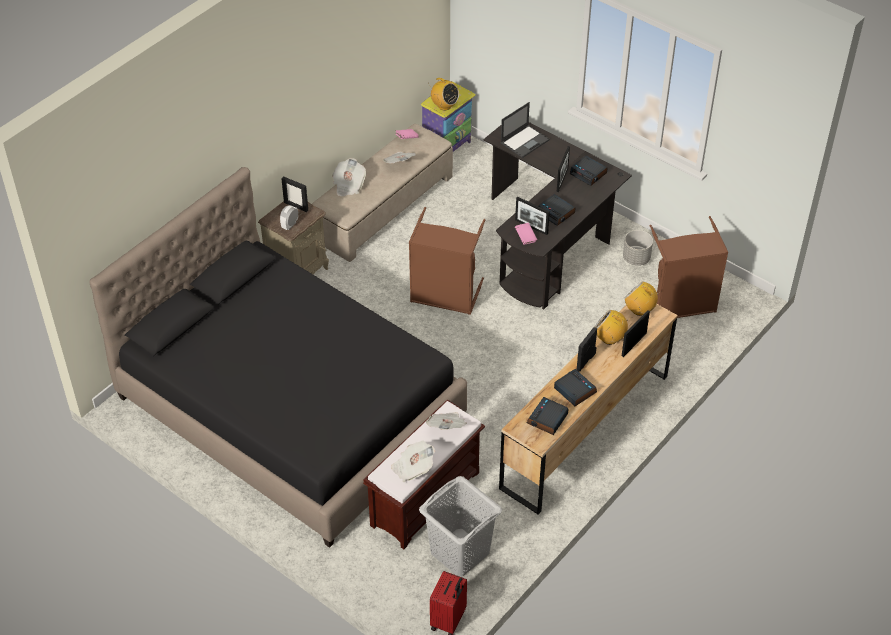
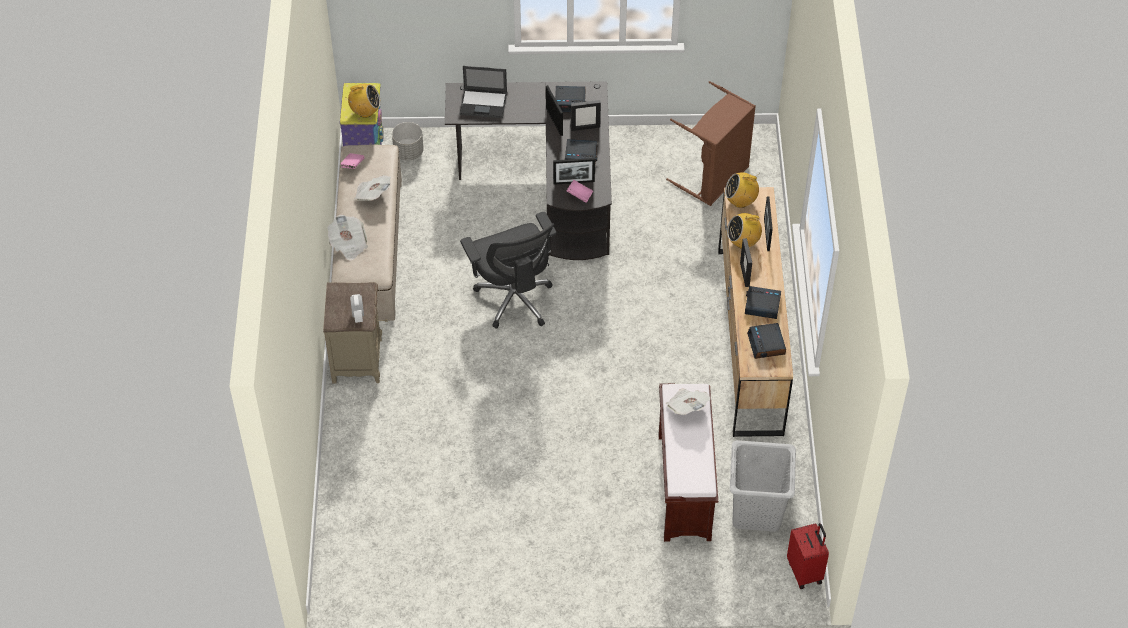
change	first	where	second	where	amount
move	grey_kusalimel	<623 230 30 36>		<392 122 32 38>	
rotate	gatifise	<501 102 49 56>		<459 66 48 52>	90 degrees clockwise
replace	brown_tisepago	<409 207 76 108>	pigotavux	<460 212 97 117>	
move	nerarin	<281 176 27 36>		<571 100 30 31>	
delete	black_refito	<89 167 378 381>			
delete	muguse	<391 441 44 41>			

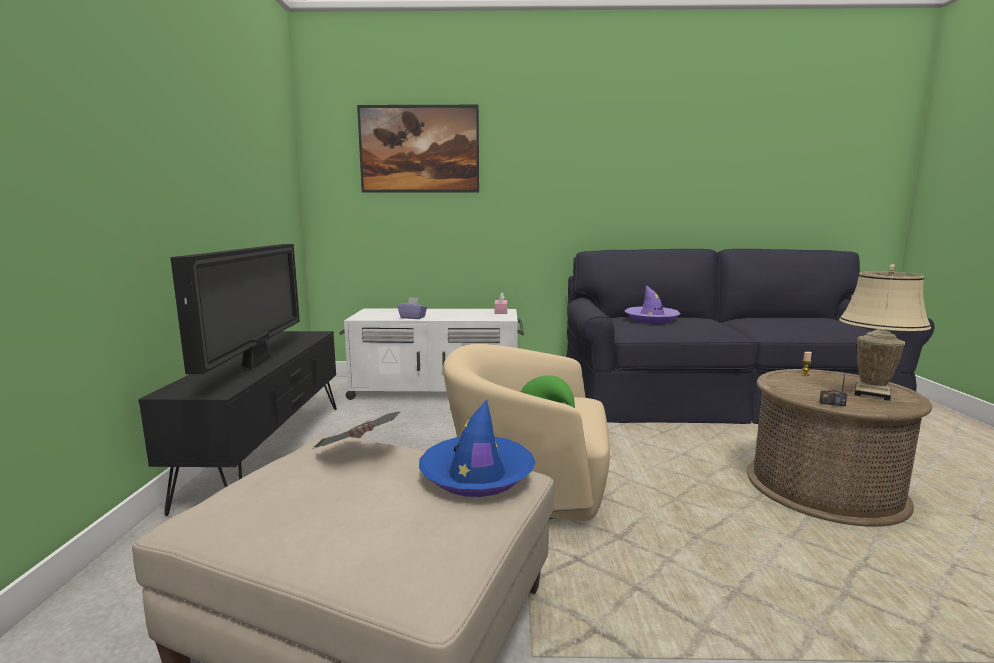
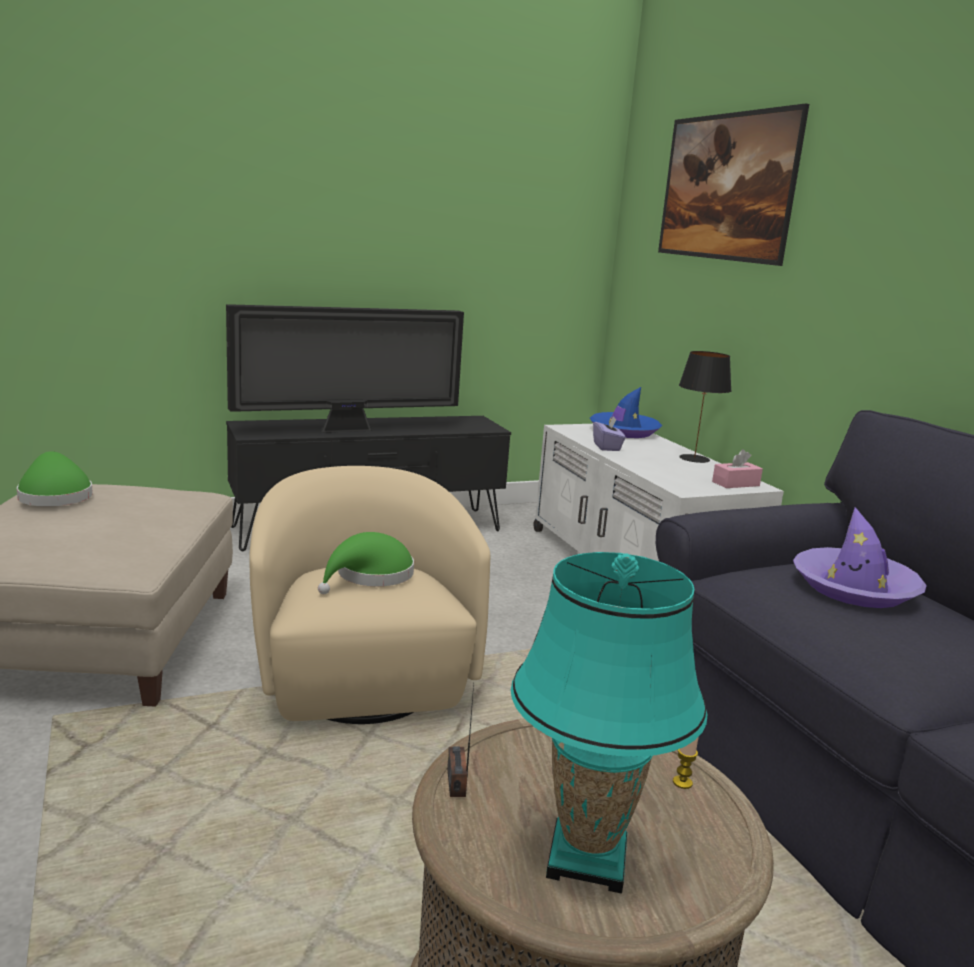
change	first	where	second	where	amount
insert			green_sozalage	<17 451 76 55>	
recolor	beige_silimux	<839 264 92 137>	turquoise_silimux	<511 552 196 342>	
move	blue_sozalage	<419 400 116 97>		<590 387 72 51>	
insert			black_silimux	<679 351 53 112>	
delete	muguse	<312 412 88 37>			

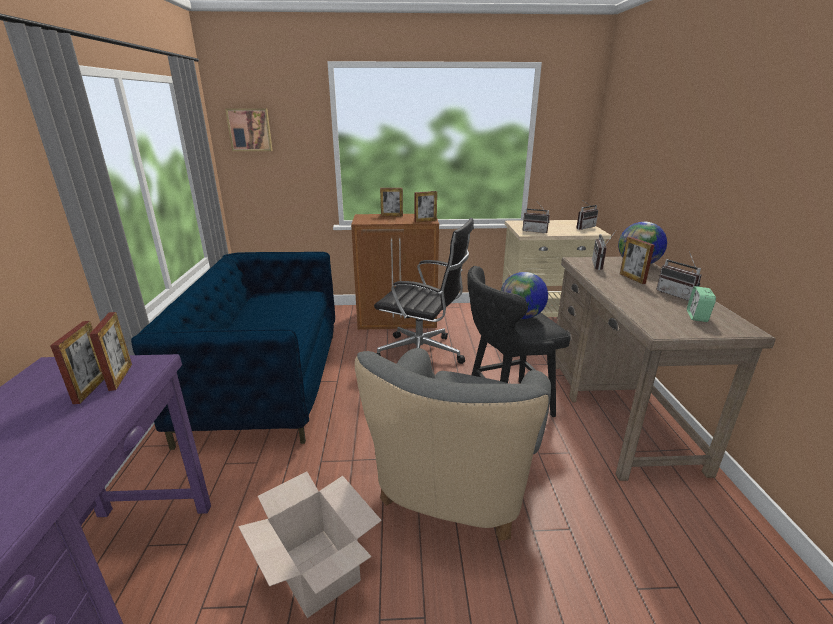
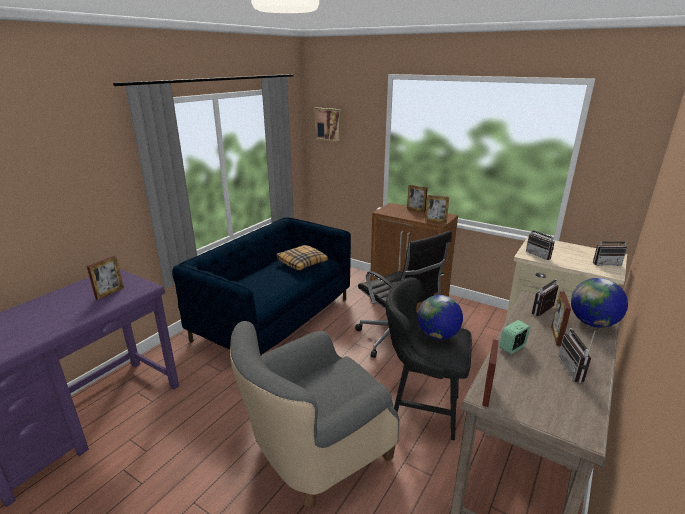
change	first	where	second	where	amount
insert			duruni	<277 245 51 25>	
move	nerarin	<89 312 43 79>		<482 339 17 68>	
move	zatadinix	<687 286 29 36>		<499 320 32 34>	
delete	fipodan	<238 472 144 146>			

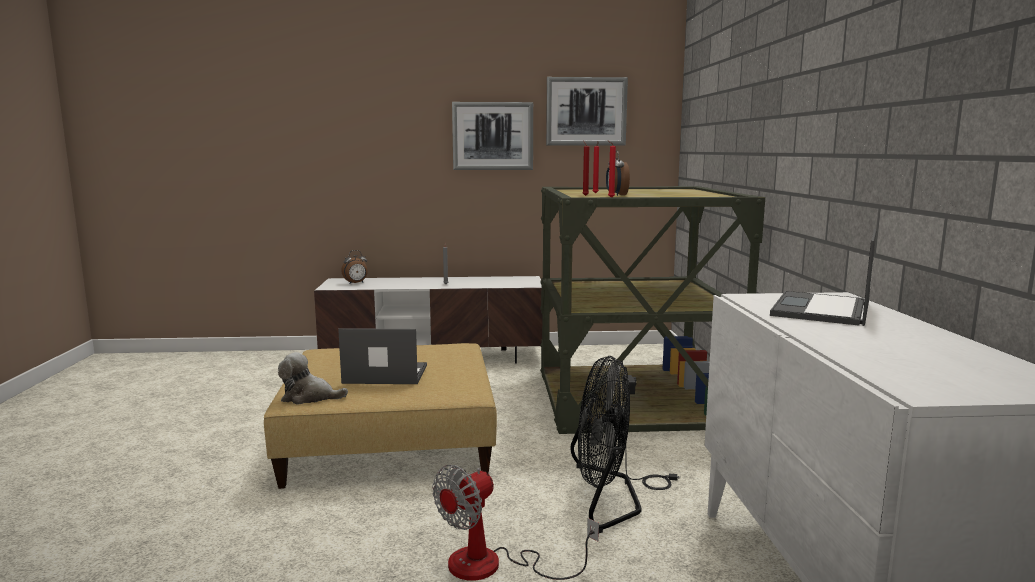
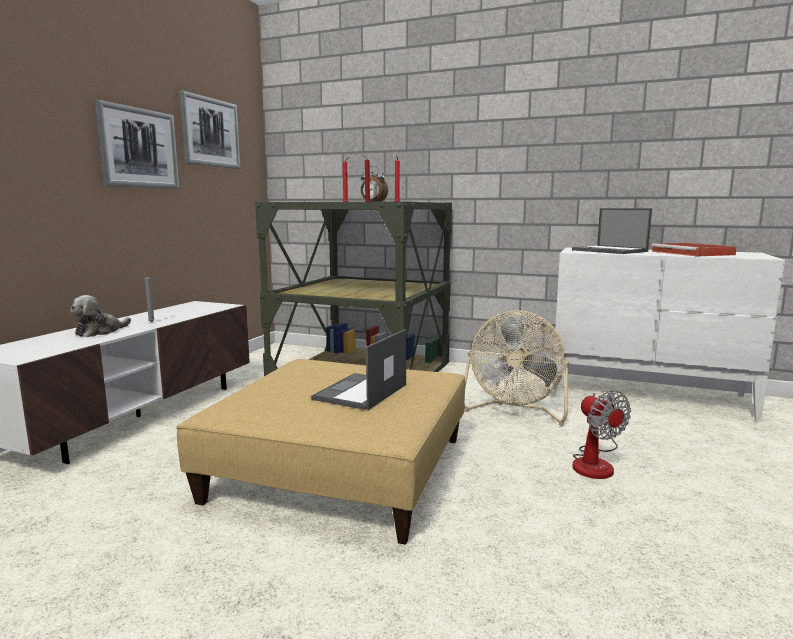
change	first	where	second	where	amount
move	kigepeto	<278 352 70 53>		<70 295 61 42>	
recolor	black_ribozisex	<571 356 109 177>	beige_ribozisex	<464 310 105 116>	
insert			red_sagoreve	<651 243 86 13>	
delete	zatadinix	<341 250 27 34>			

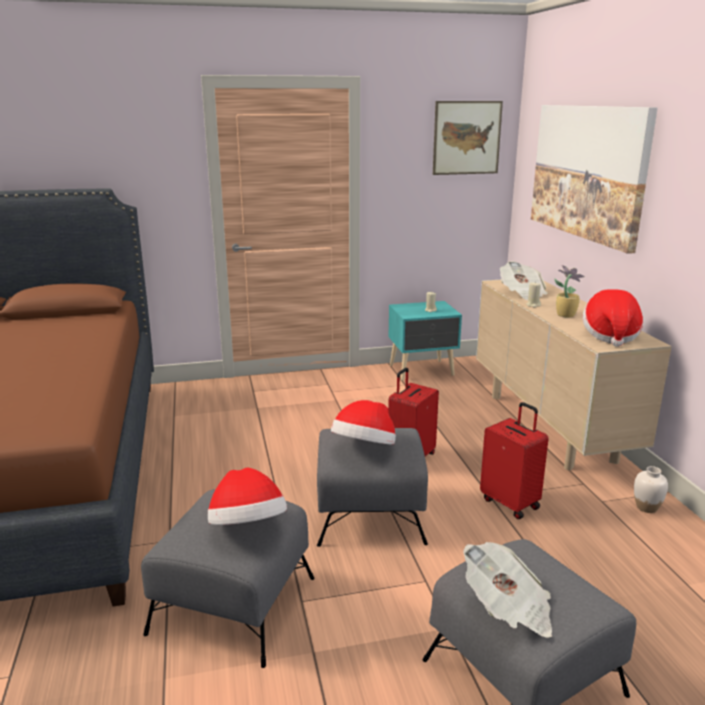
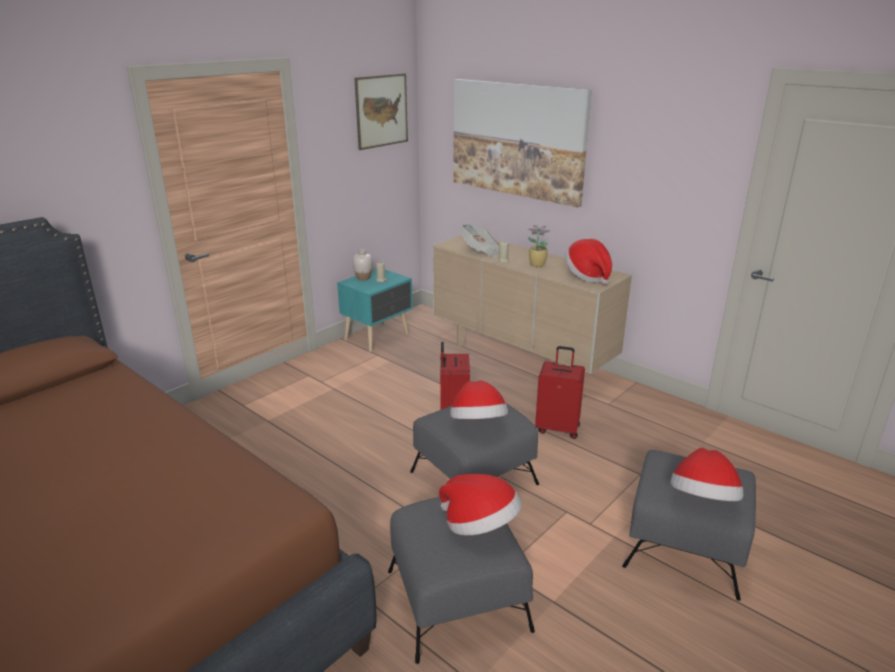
change	first	where	second	where	amount
move	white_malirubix	<634 466 34 47>		<352 249 21 31>	
replace	muguse	<463 542 89 96>	sozalage	<670 448 73 53>	

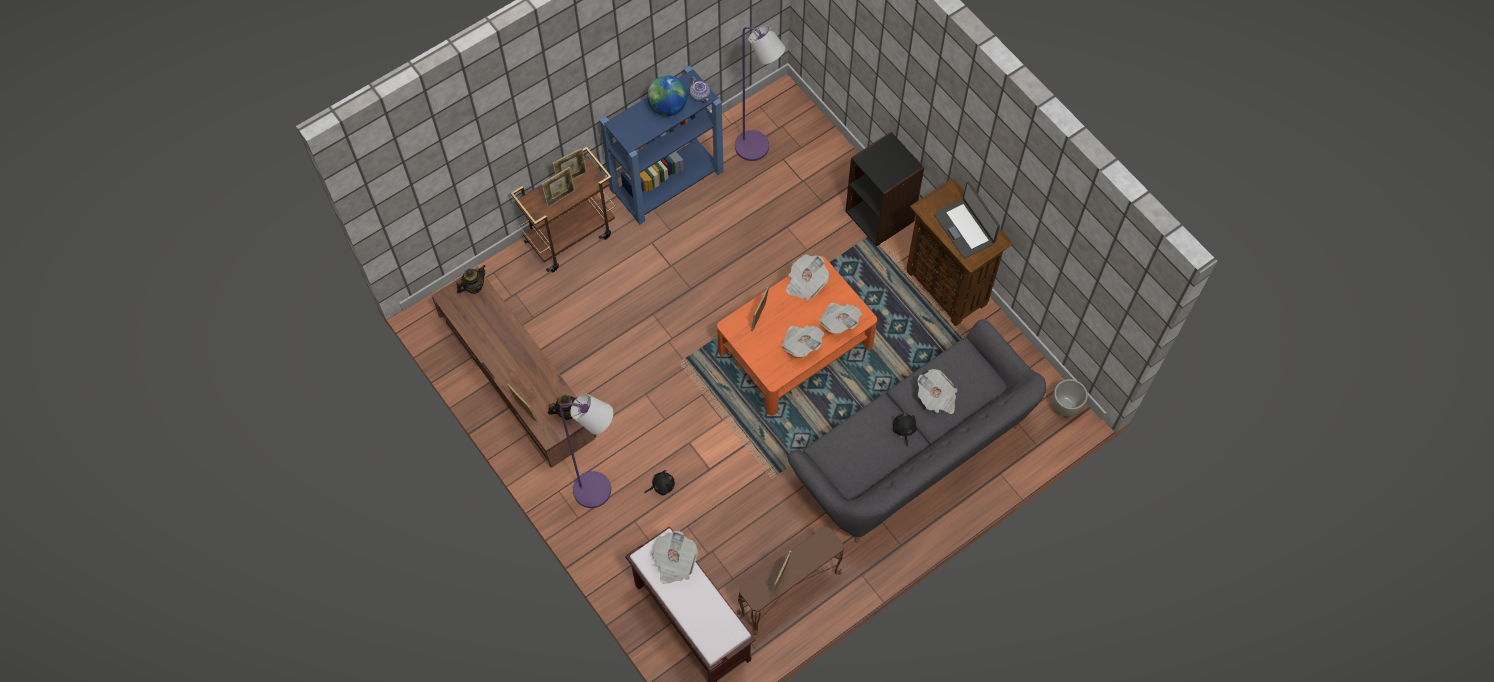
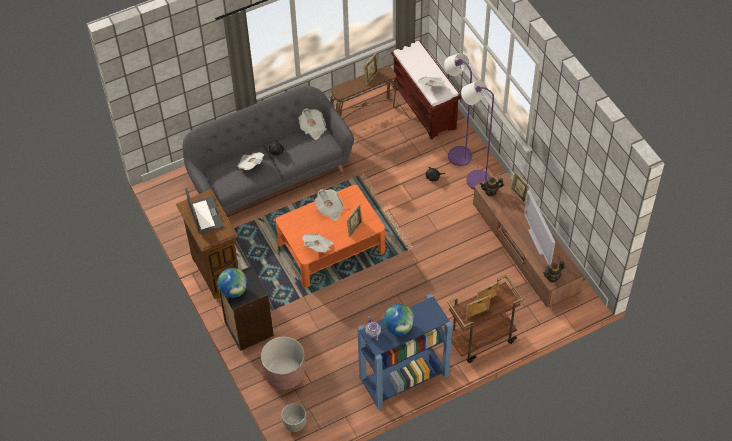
change	first	where	second	where	amount
insert			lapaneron	<218 268 30 30>	
insert			brown_kusalimel	<261 336 44 54>	
move	grey_kusalimel	<1052 379 36 38>		<281 403 25 29>	
move	muguse	<818 302 44 32>		<298 108 29 32>	
move	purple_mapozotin	<735 25 50 136>		<444 53 28 113>	
insert			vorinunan	<524 190 31 75>	

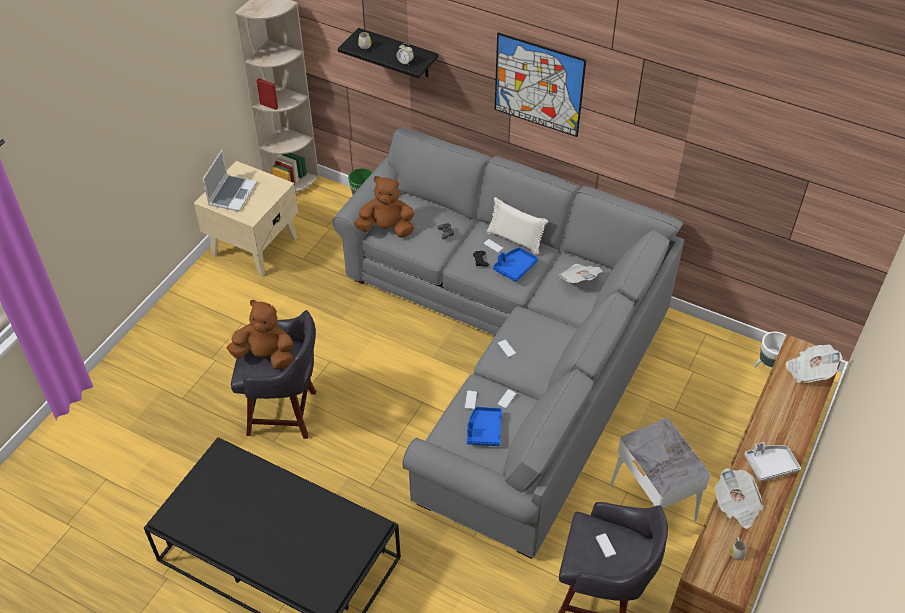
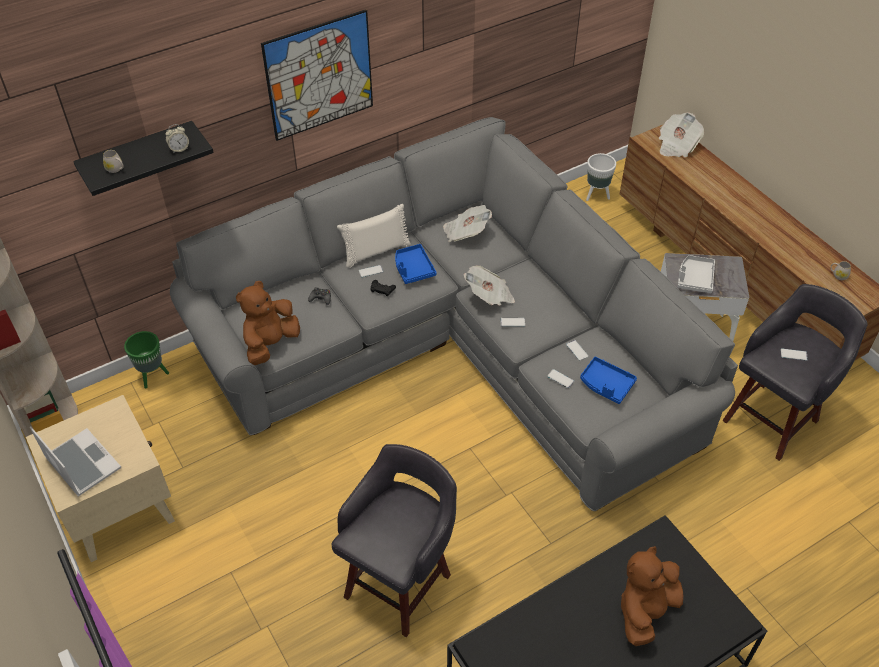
change	first	where	second	where	amount
move	muguse	<715 468 49 61>		<464 265 51 41>	
move	brown_kigepeto	<227 300 66 69>		<621 546 62 100>	
move	grey_sagoreve	<744 442 57 40>		<678 255 37 38>	

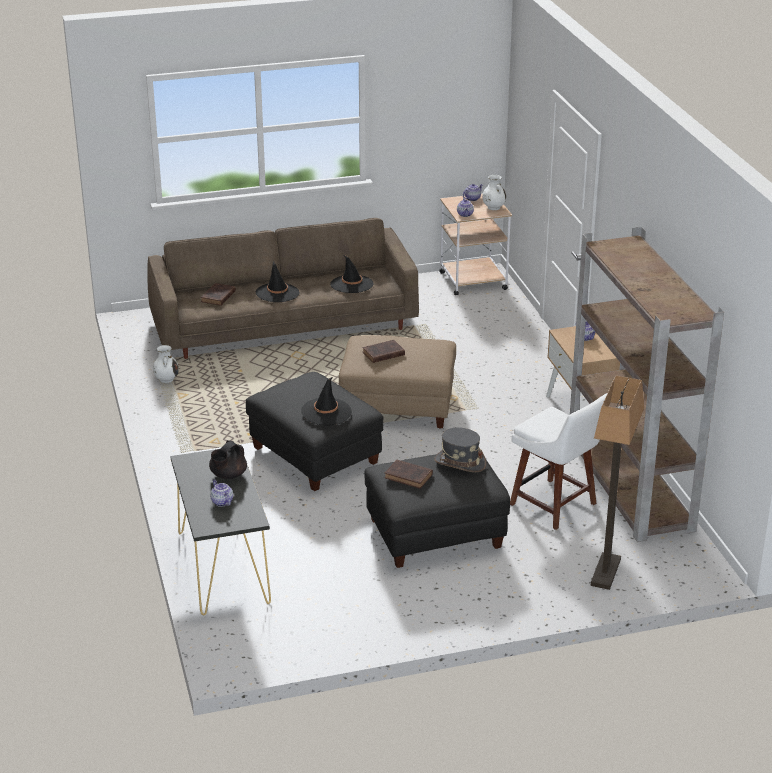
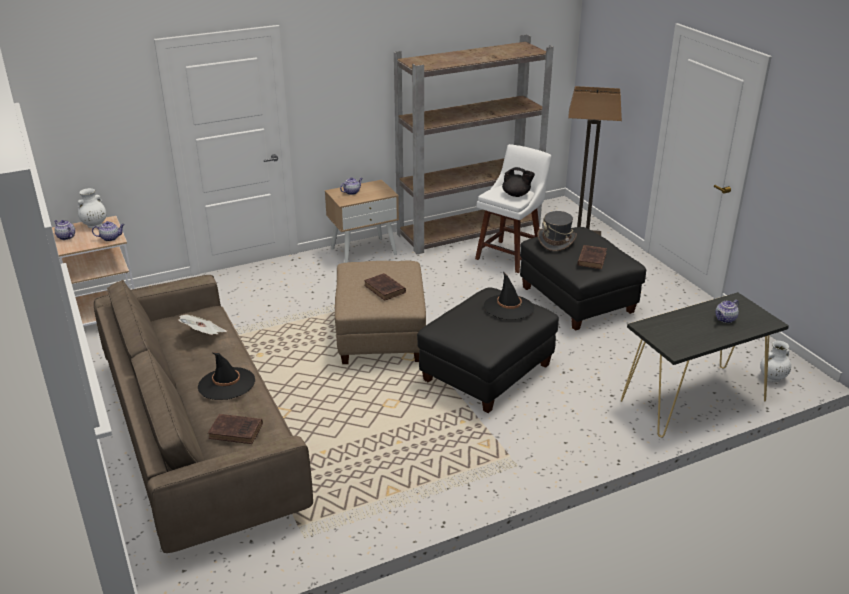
change	first	where	second	where	amount
replace	black_sozalage	<330 255 44 38>	muguse	<178 314 49 21>	
move	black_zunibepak	<209 440 38 39>		<502 167 33 30>	
move	white_malirubix	<153 345 26 38>		<760 341 31 41>	

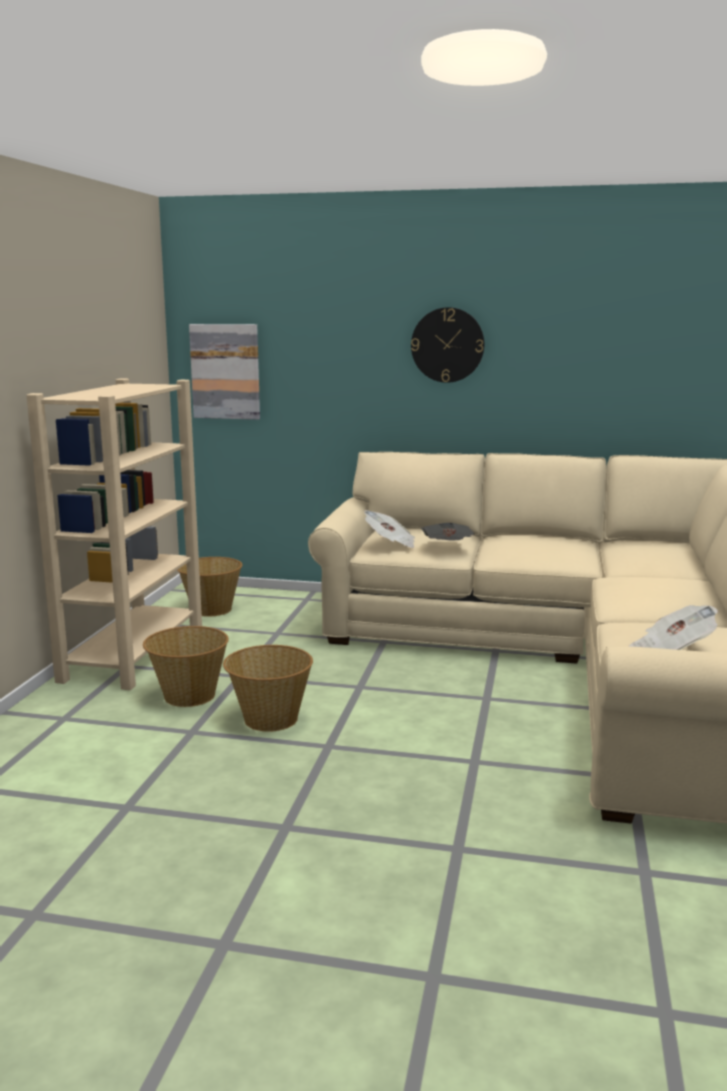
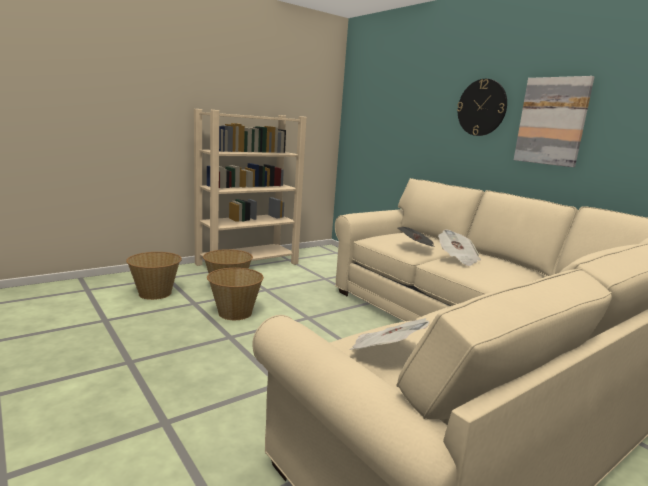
change	first	where	second	where	amount
move	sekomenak	<177 557 65 60>		<126 252 56 48>	
move	muguse	<364 510 51 38>		<438 229 43 37>	
move	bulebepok	<189 324 71 96>		<514 76 81 91>	

